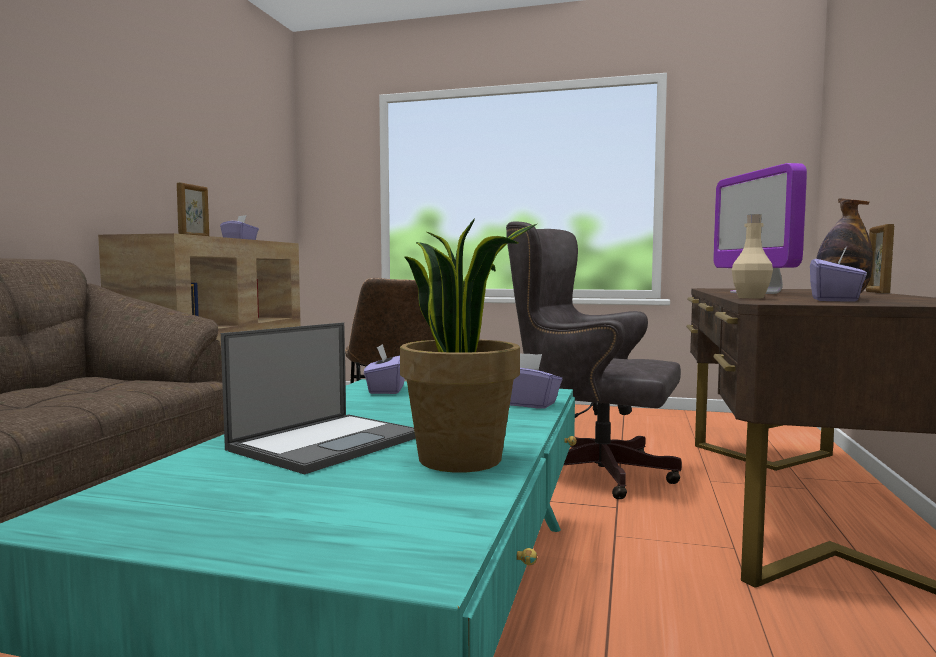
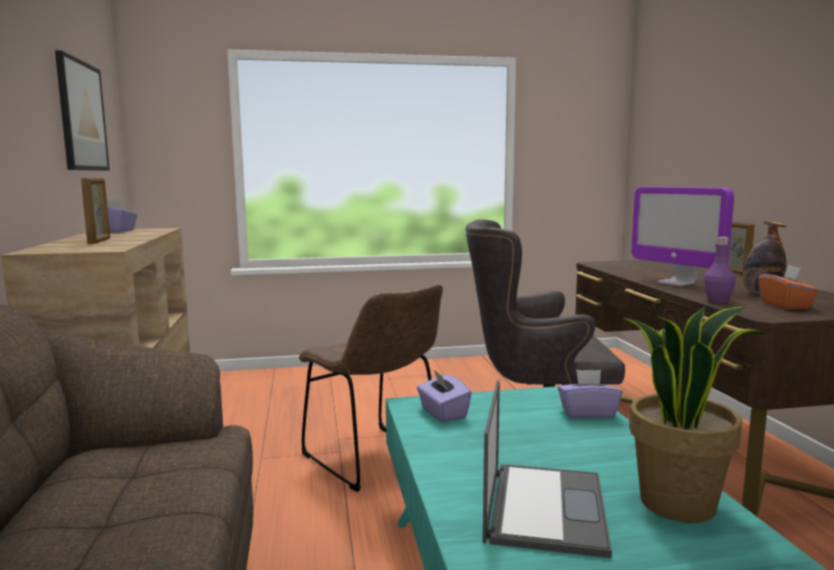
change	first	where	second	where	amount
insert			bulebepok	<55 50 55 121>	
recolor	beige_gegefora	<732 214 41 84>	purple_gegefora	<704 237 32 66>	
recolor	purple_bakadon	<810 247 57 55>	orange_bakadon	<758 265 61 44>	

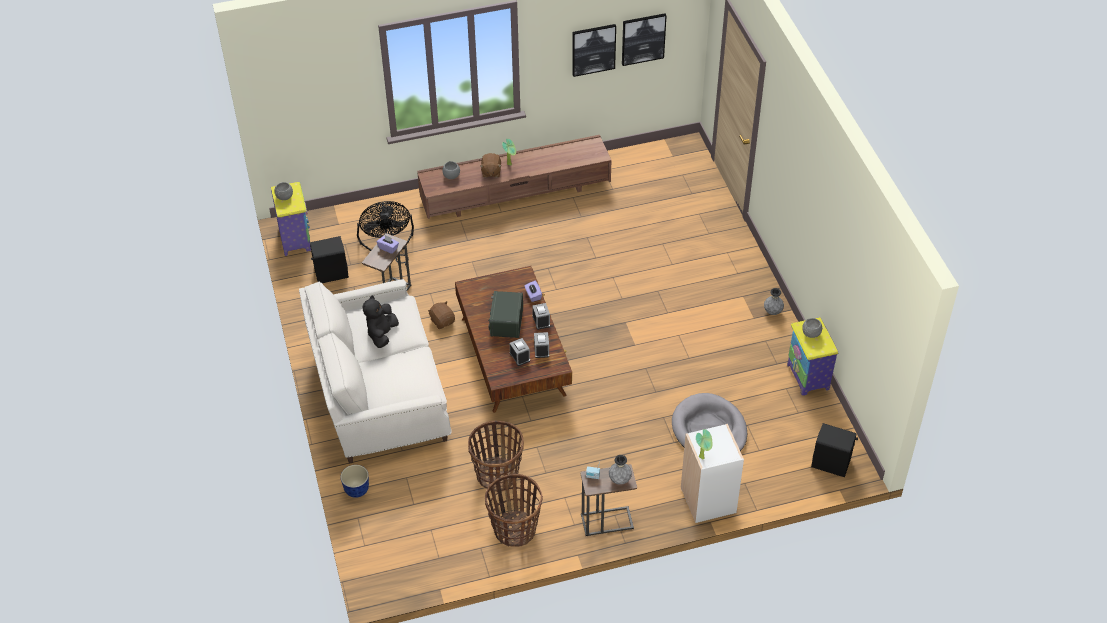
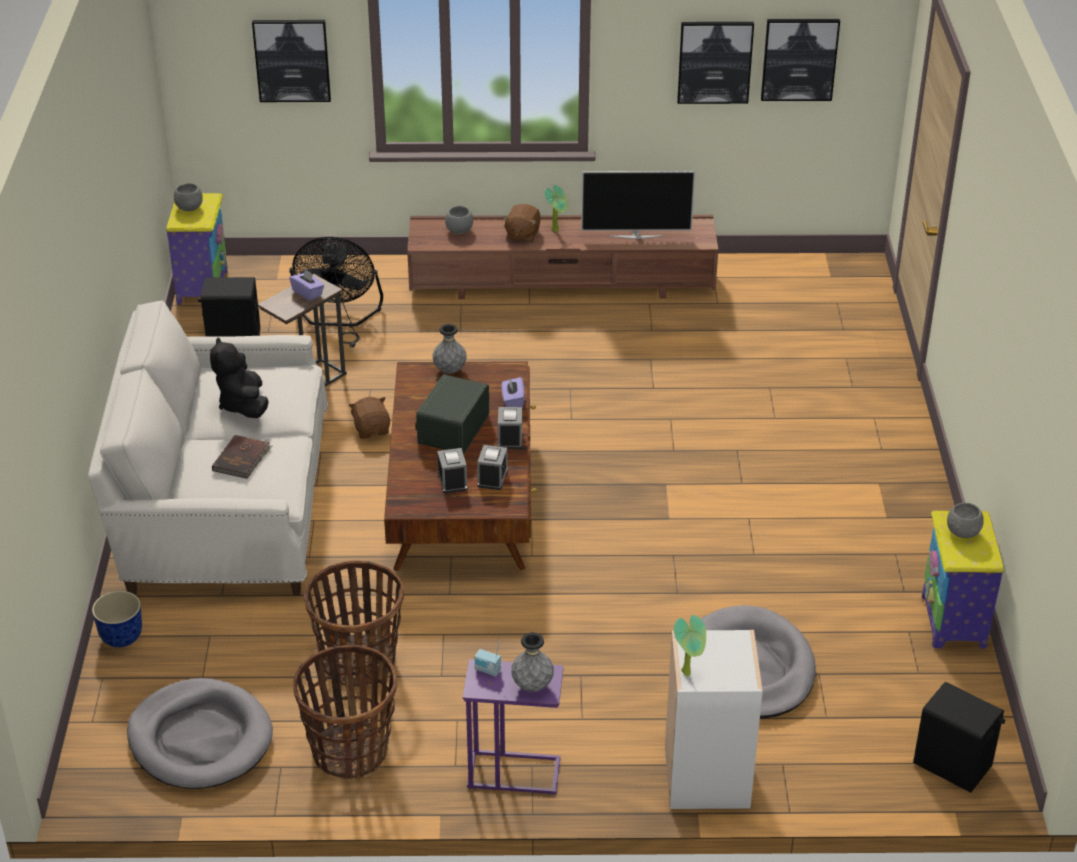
change	first	where	second	where	amount
insert			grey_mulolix	<127 678 146 111>	
rotate	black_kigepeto	<362 295 37 53>		<210 337 59 81>	45 degrees counterclockwise
insert			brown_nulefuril	<212 435 60 44>	
insert			bulebepok	<252 20 79 82>	
move	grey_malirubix	<764 288 20 27>		<432 324 35 50>	
recolor	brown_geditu	<580 464 57 72>	purple_geditu	<463 659 100 136>	
insert			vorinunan	<581 171 114 68>	

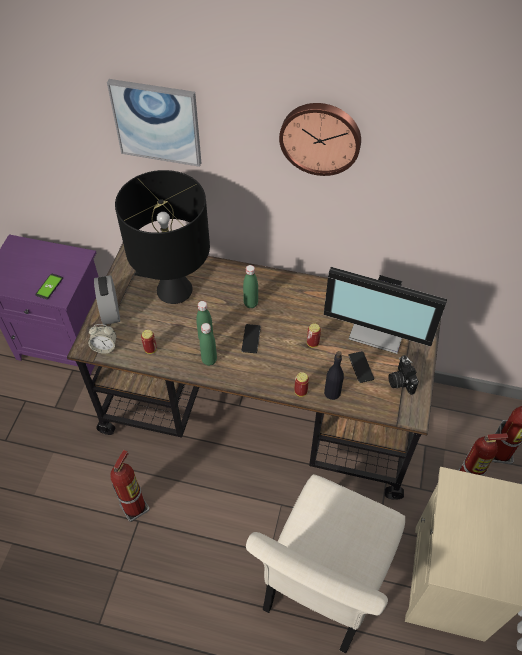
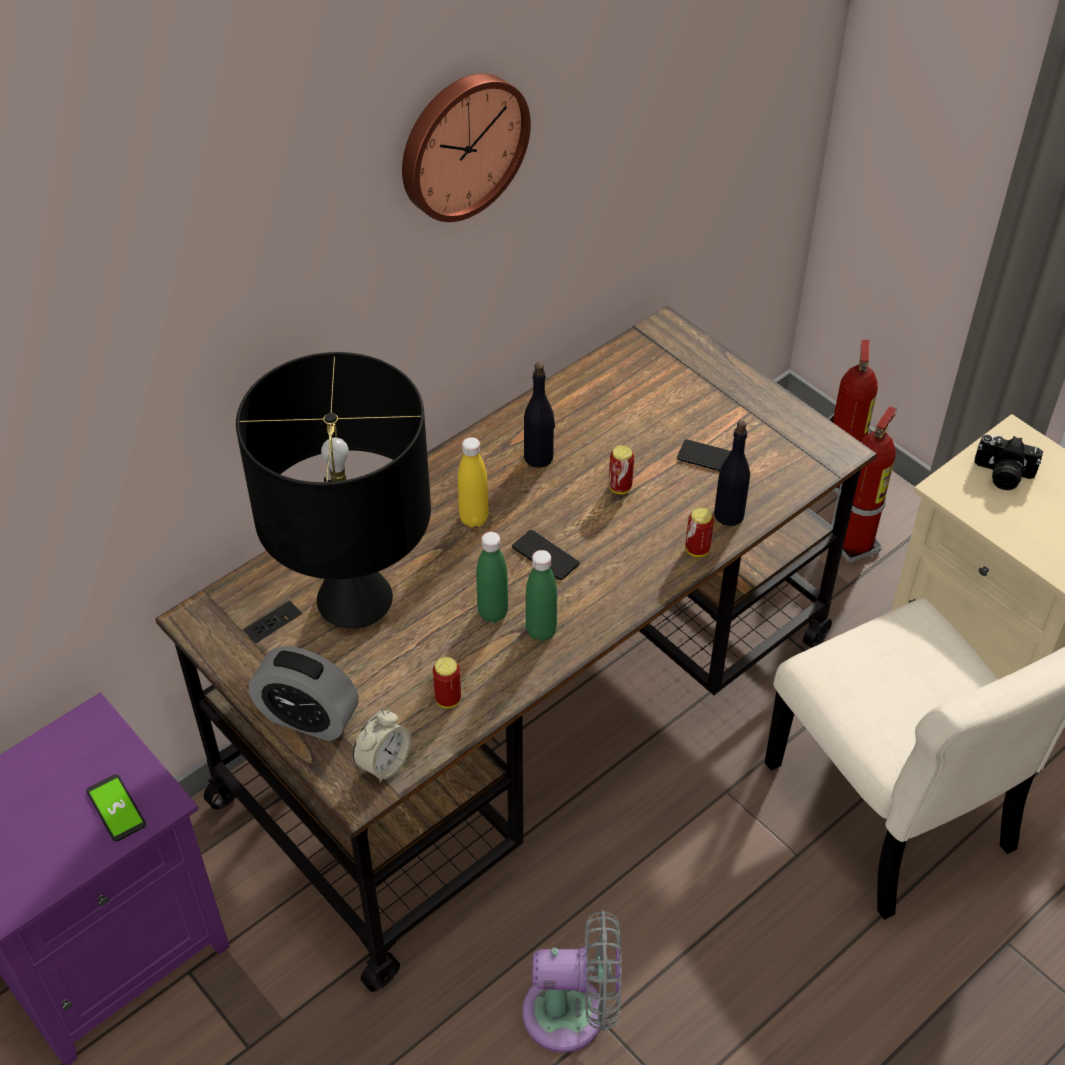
change	first	where	second	where	amount
recolor	green_gegefora	<243 265 15 43>	yellow_gegefora	<458 437 31 91>	
replace	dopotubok	<110 450 40 72>	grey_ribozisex	<522 911 100 142>	
insert			black_gegefora	<524 362 31 106>	
move	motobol	<389 355 30 40>		<974 435 69 55>	
delete	bulebepok	<107 79 94 88>			
delete	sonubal	<324 267 123 87>			

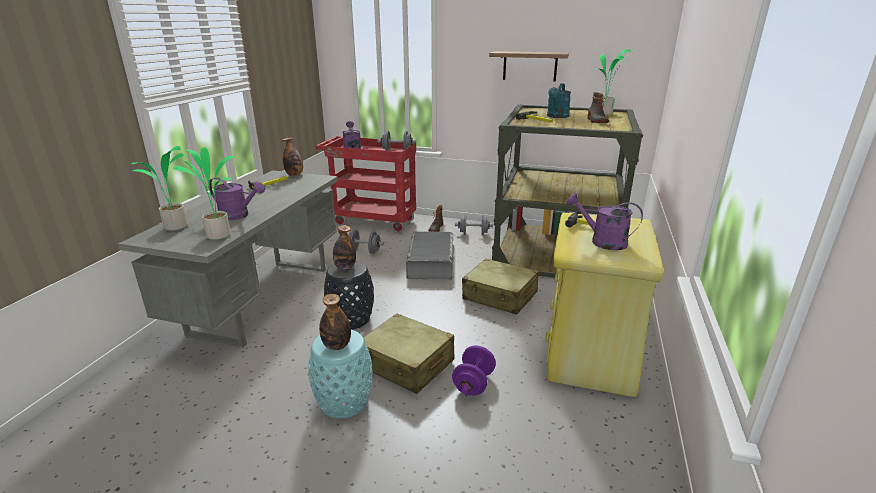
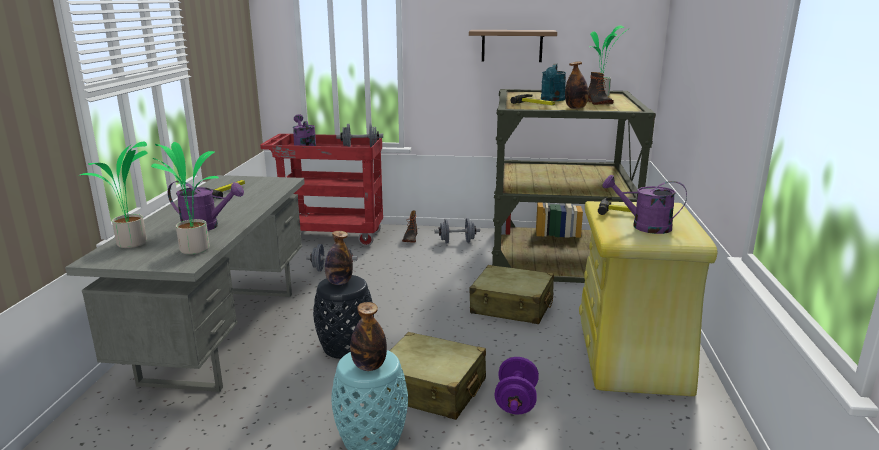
change	first	where	second	where	amount
move	gegefora	<282 137 21 39>		<565 62 23 47>	
delete	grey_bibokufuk	<406 231 47 49>			

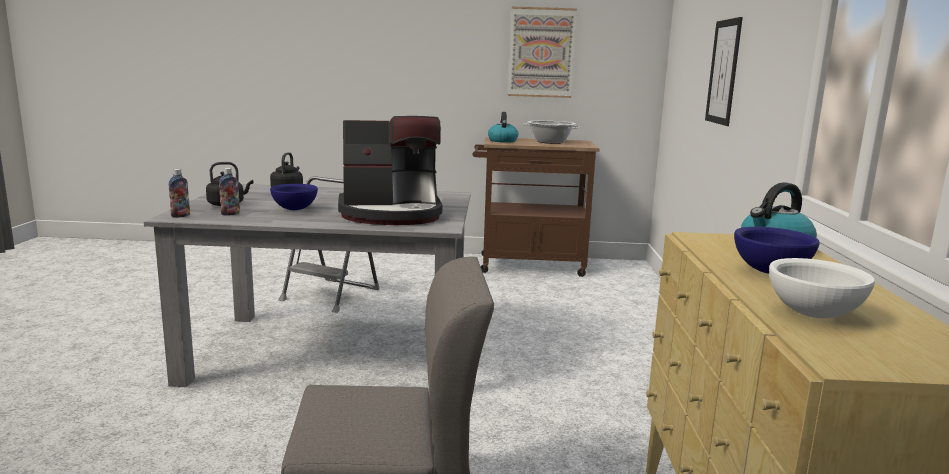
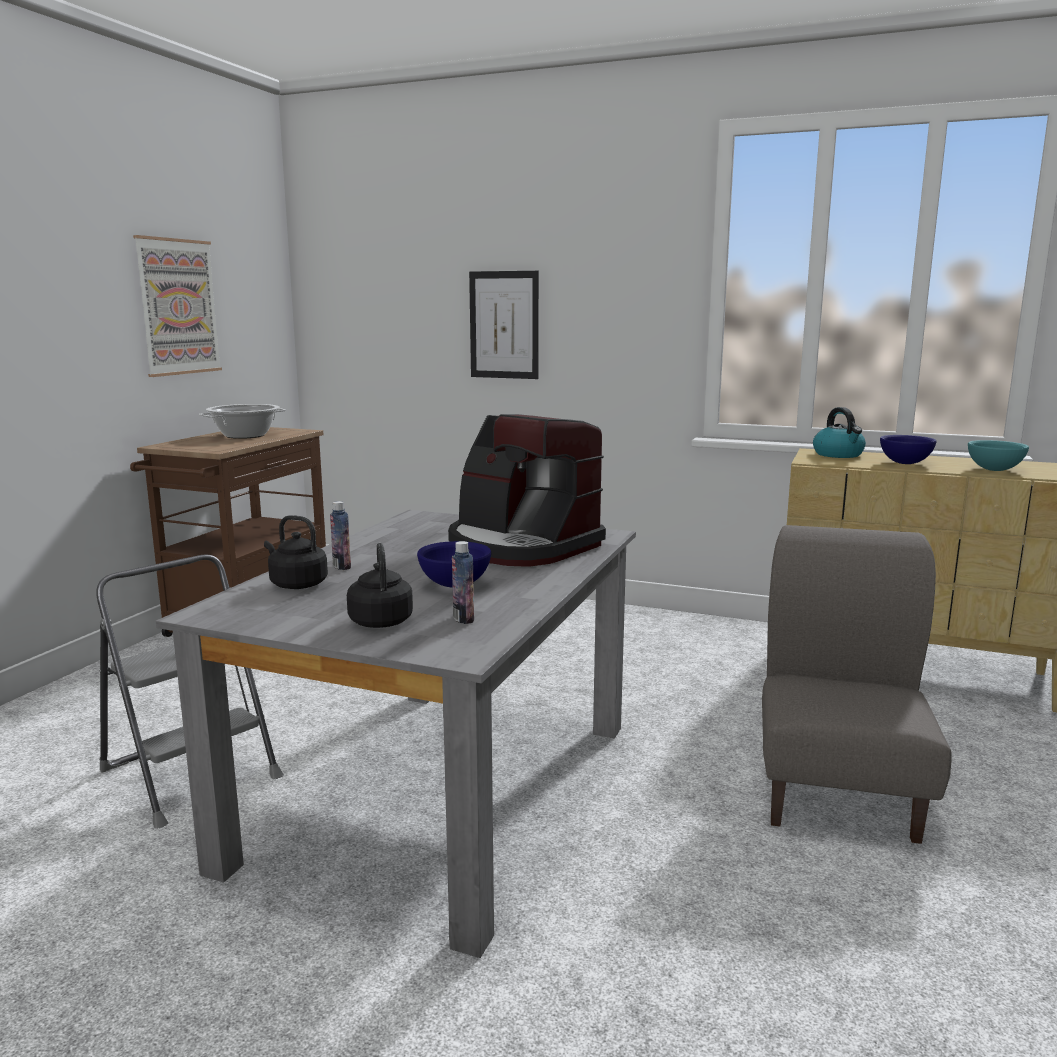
change	first	where	second	where	amount
move	gegefora	<169 169 21 49>		<330 501 21 69>	
rotate	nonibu	<338 116 104 109>		<448 414 158 153>	120 degrees clockwise
recolor	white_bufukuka	<769 258 106 60>	turquoise_bufukuka	<968 440 61 31>	
delete	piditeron	<488 112 30 31>			

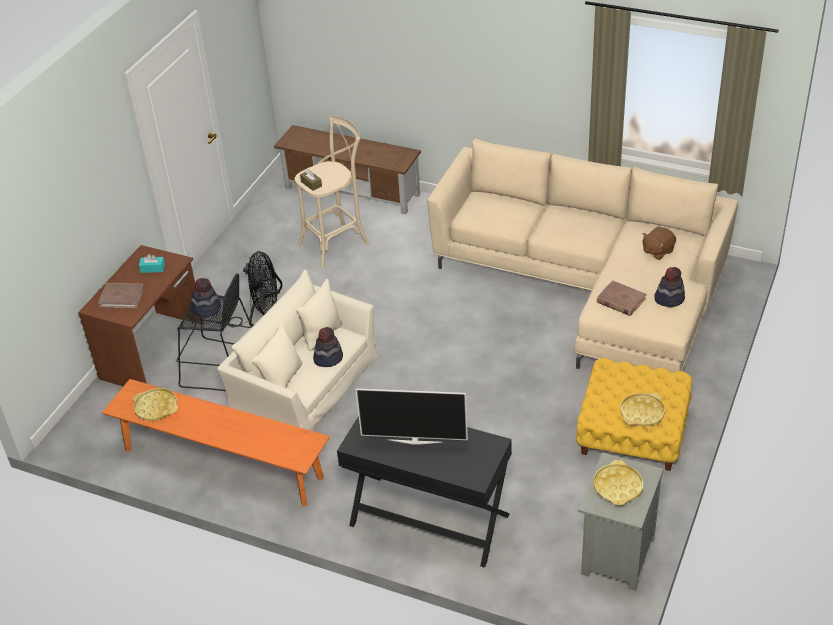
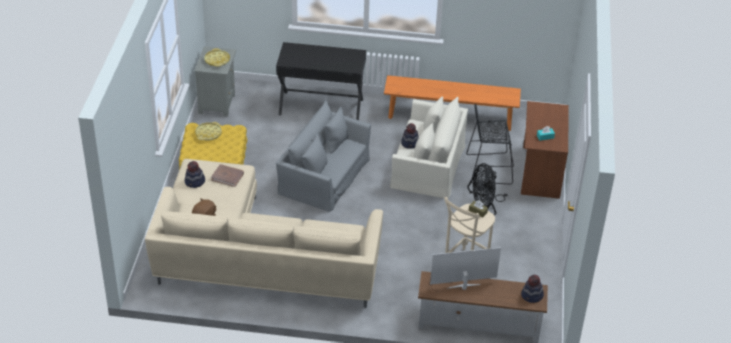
change	first	where	second	where	amount
insert			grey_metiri	<276 101 95 111>	
move	vorinunan	<355 389 113 56>		<430 247 71 43>	
move	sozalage	<191 278 30 39>		<521 275 23 28>	
delete	brown_nulefuril	<98 283 46 26>			
delete	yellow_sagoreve	<133 388 45 33>			

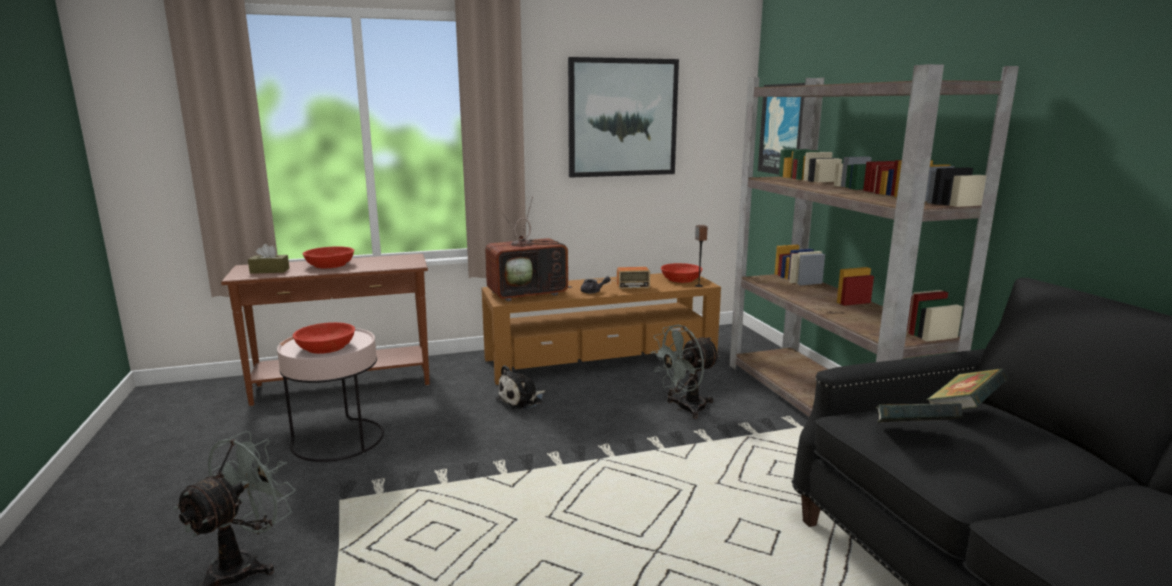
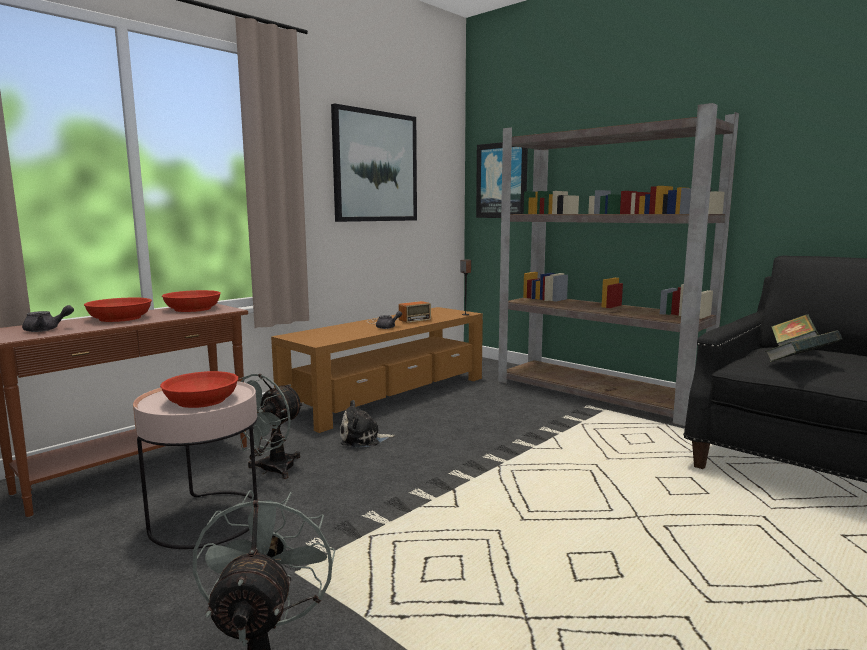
change	first	where	second	where	amount
replace	brown_bakadon	<248 244 41 30>	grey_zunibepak	<22 305 52 27>	
move	red_bufukuka	<661 263 42 20>		<162 290 59 22>	
move	grey_ribozisex	<650 325 70 94>		<238 374 66 105>	
rotate	kigepeto	<496 365 50 45>		<340 400 56 47>	60 degrees clockwise
delete	vorinunan	<485 197 87 104>			

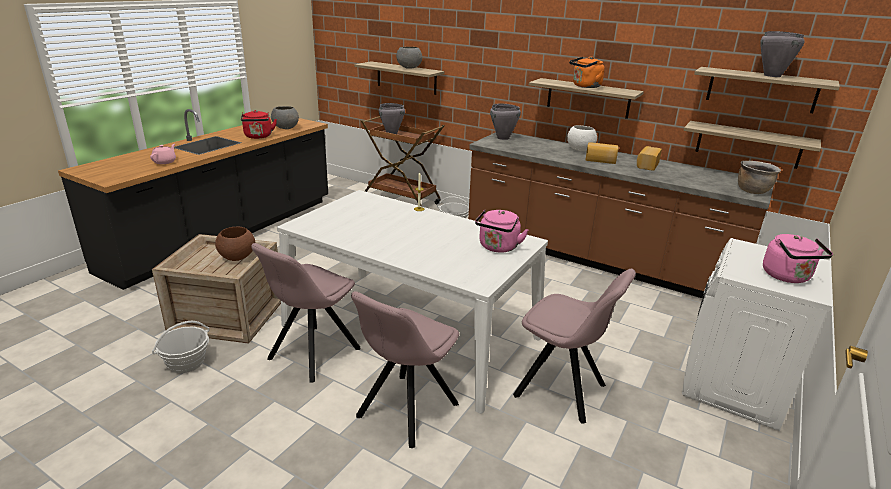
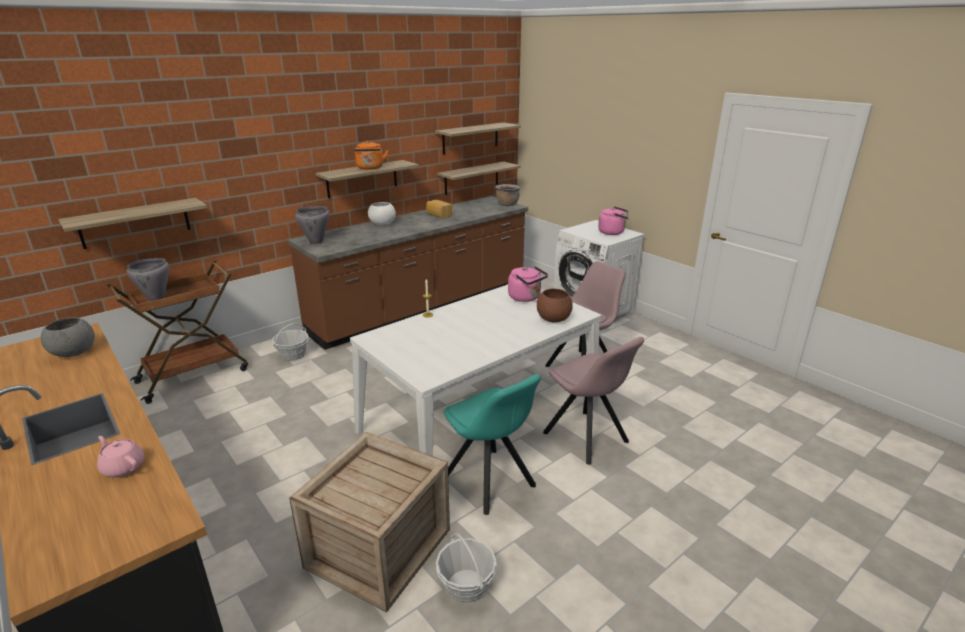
change	first	where	second	where	amount
recolor	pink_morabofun	<251 243 109 140>	turquoise_morabofun	<443 374 98 141>	
move	brown_bufukuka	<215 227 41 34>		<537 288 36 35>	
delete	red_piditeron	<241 110 36 29>			
delete	grey_bufukuka	<396 47 26 22>			
delete	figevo	<585 142 34 22>			
delete	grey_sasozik	<760 31 45 46>			

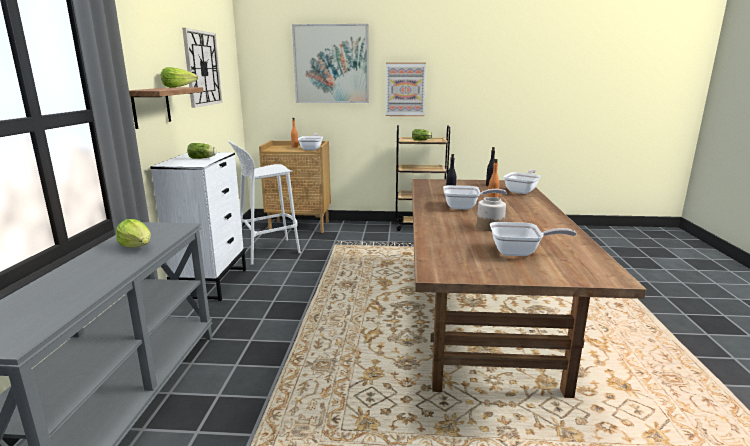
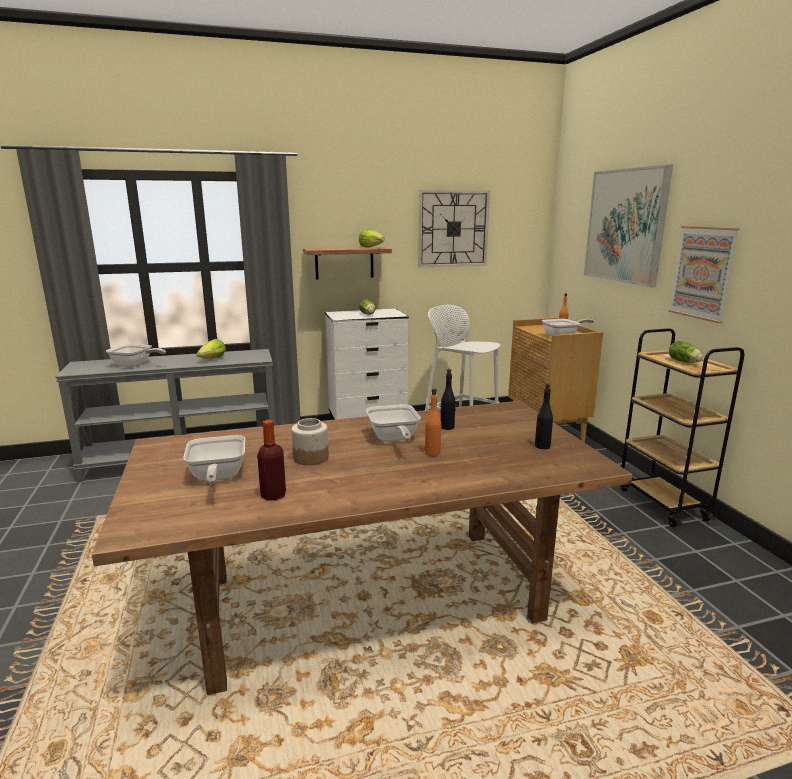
change	first	where	second	where	amount
move	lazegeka	<503 169 38 25>		<106 344 60 23>	
insert			gegefora	<257 420 29 81>	

